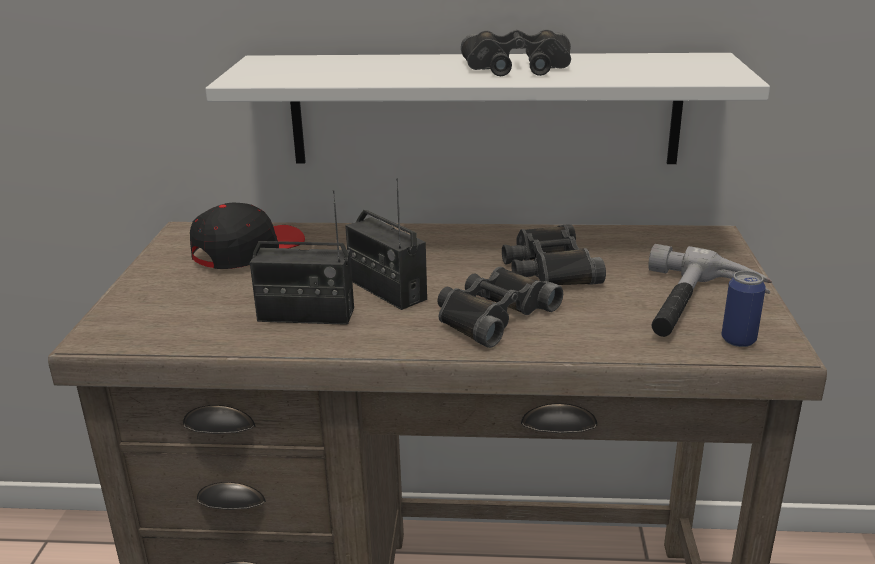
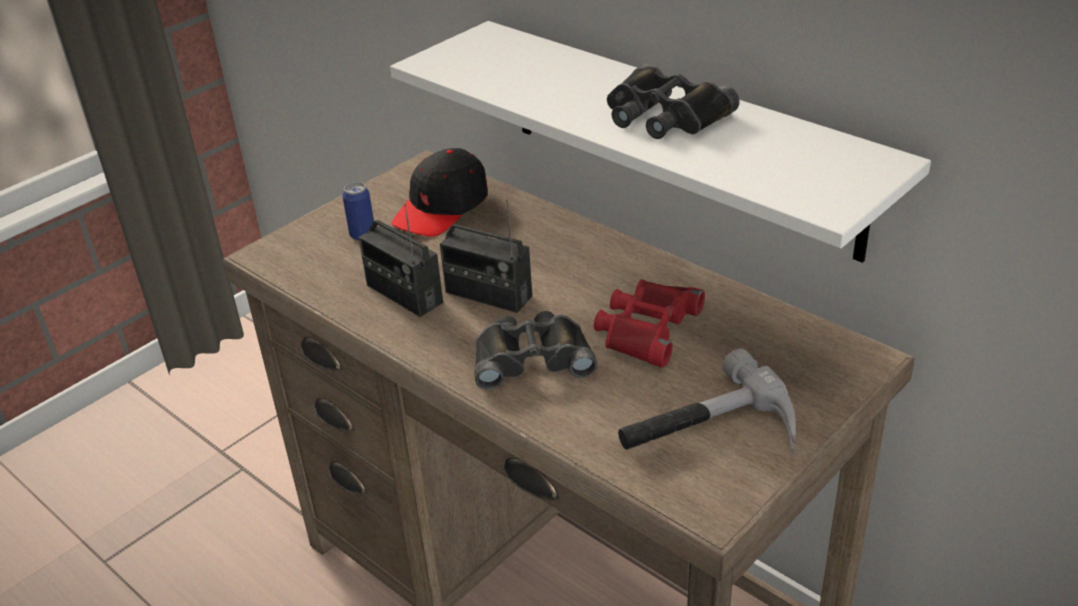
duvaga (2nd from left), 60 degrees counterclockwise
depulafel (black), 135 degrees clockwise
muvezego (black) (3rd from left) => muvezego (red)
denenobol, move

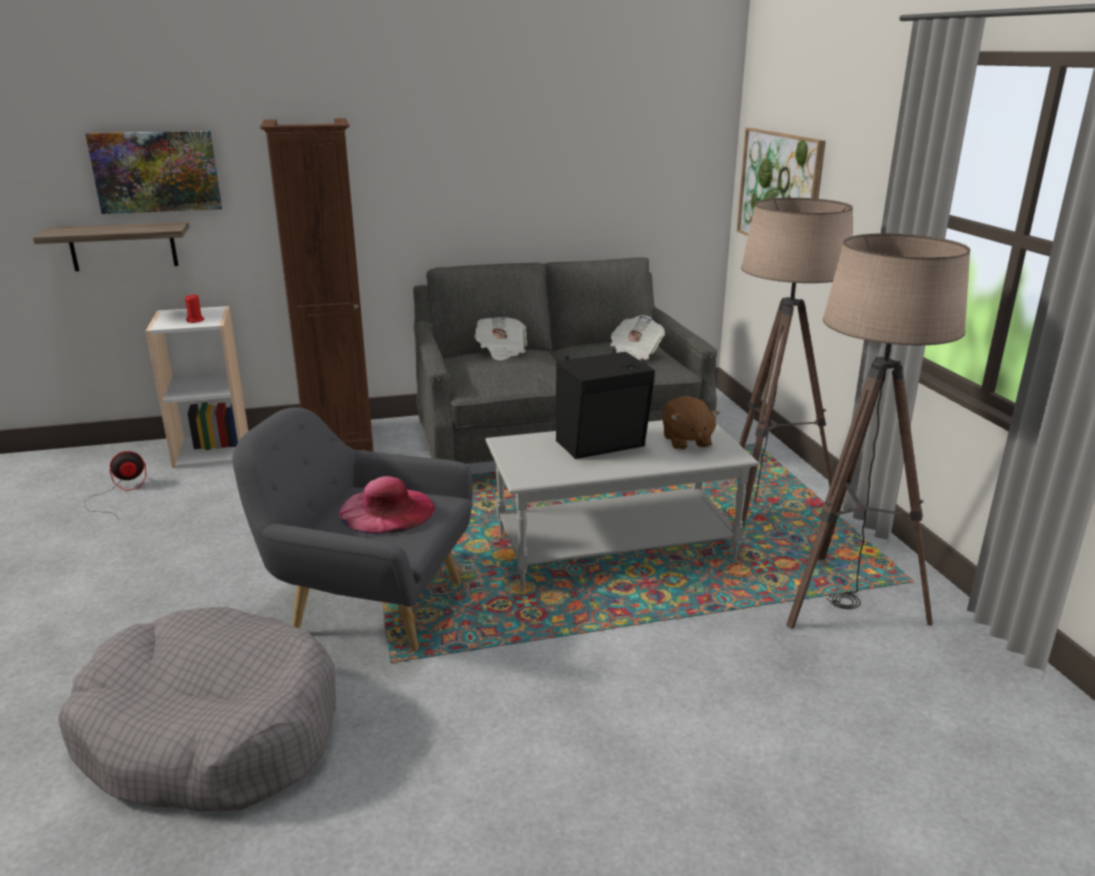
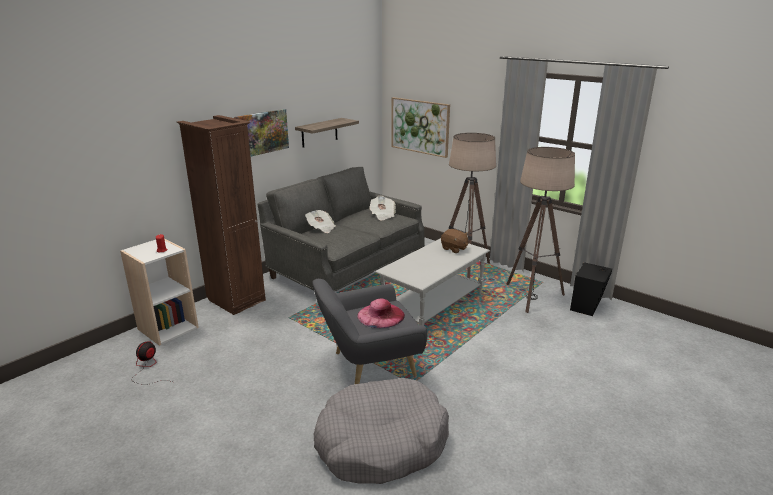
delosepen (1st from left), move
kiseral, move
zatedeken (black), move

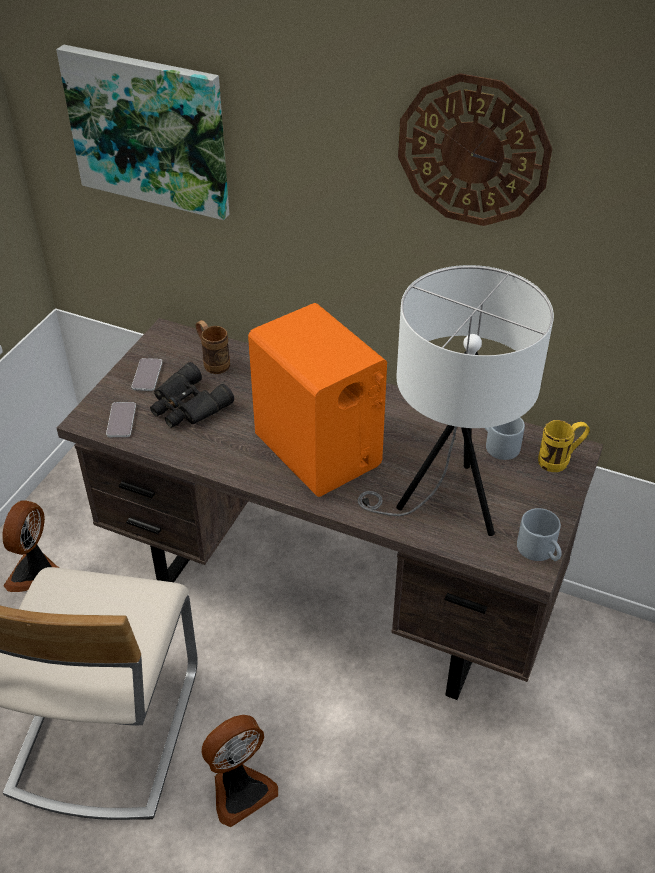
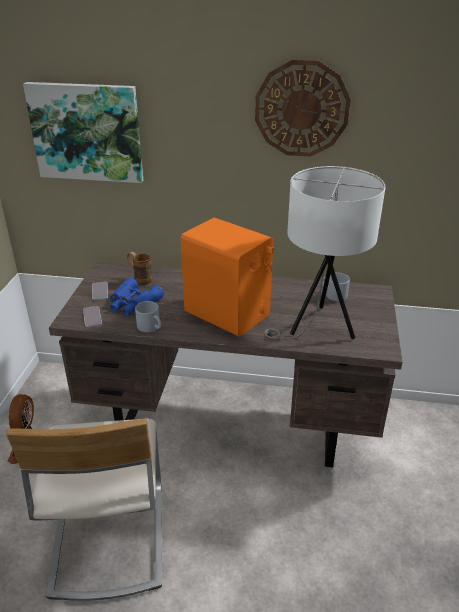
muvezego (black) => muvezego (blue)
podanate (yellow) => nothing
podanate (grey) (2nd from left in the first image) => podanate (grey) (1st from left), move
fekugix (2nd from left) => nothing

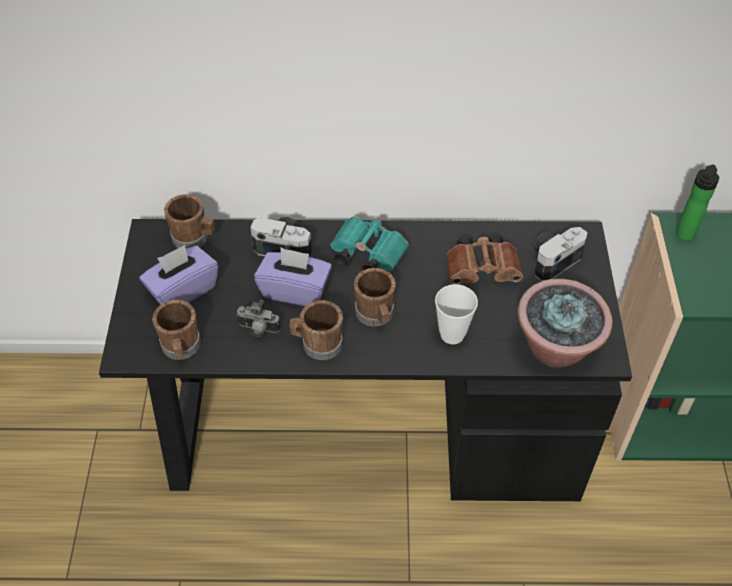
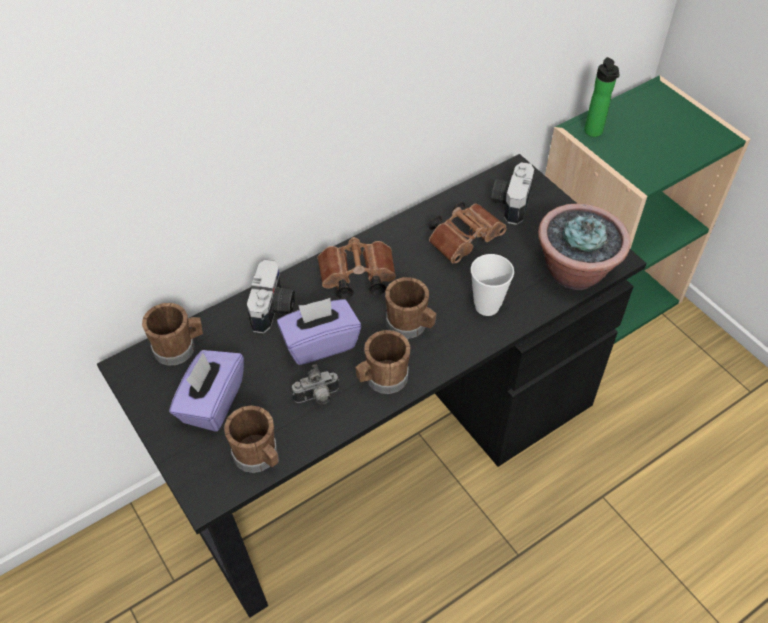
muvezego (turquoise) => muvezego (brown) (1st from left)
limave (2nd from left in the first image) => limave (1st from left), 120 degrees clockwise

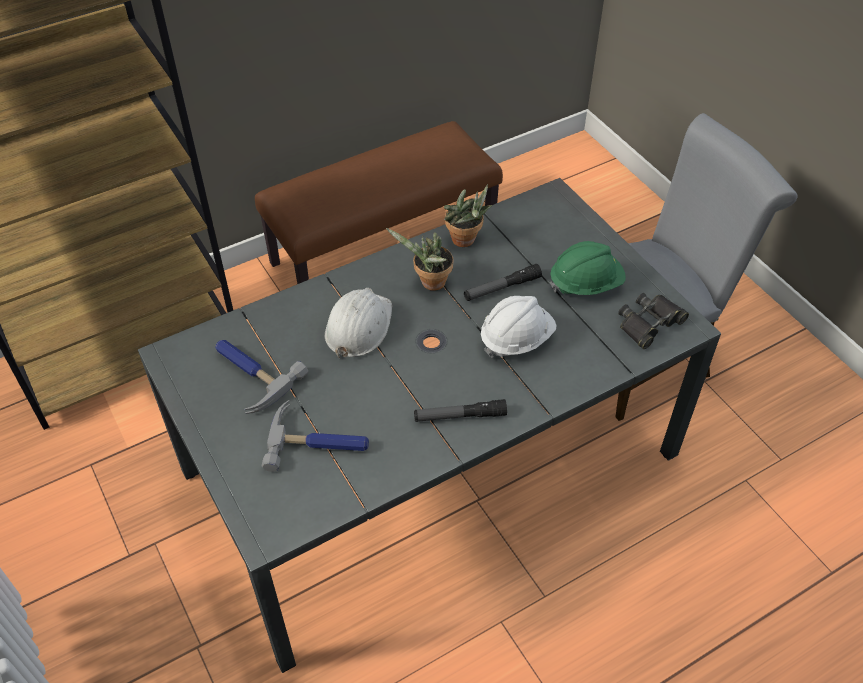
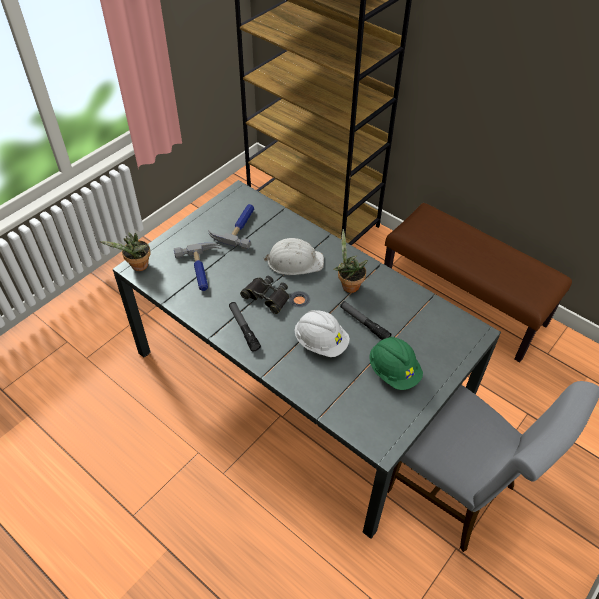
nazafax (2nd from left in the first image) => nazafax (1st from left), move
muvezego (black), move

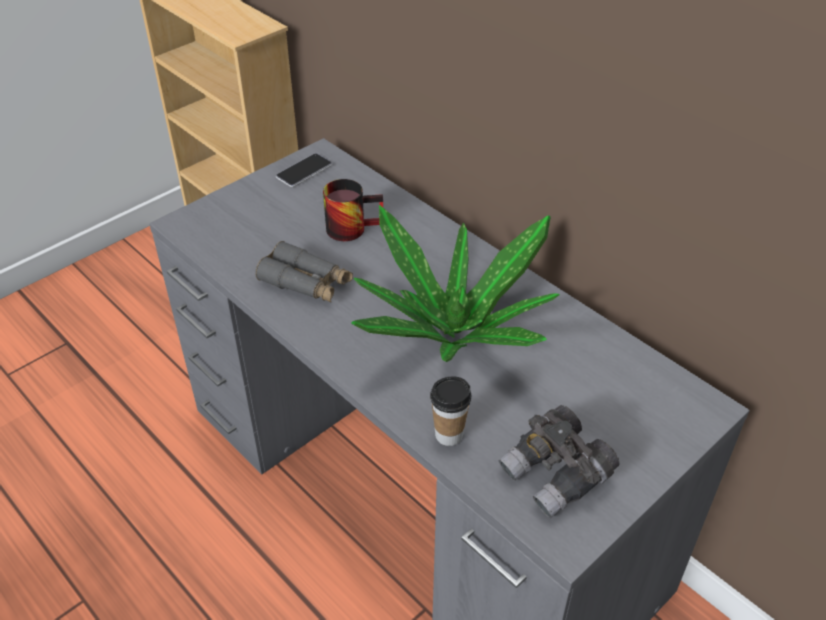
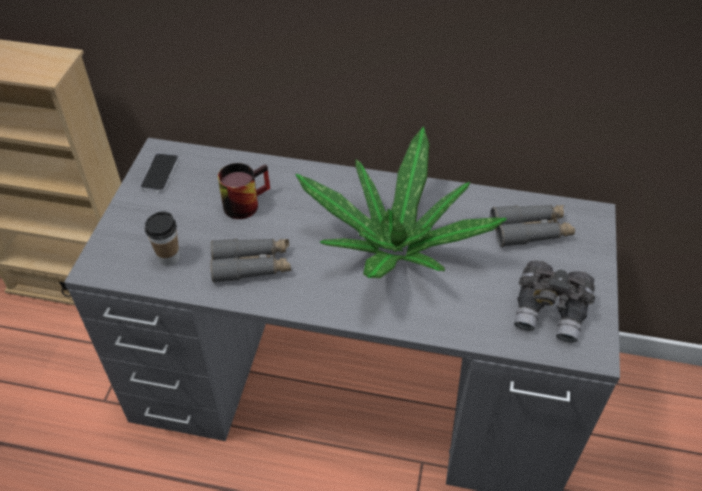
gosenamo, move
nothing => muvezego (grey) (2nd from left)

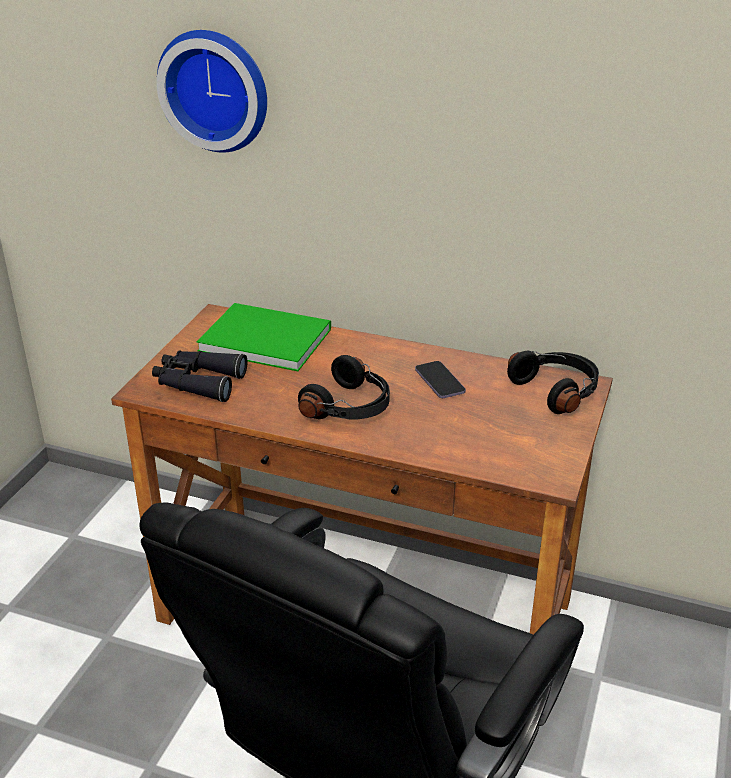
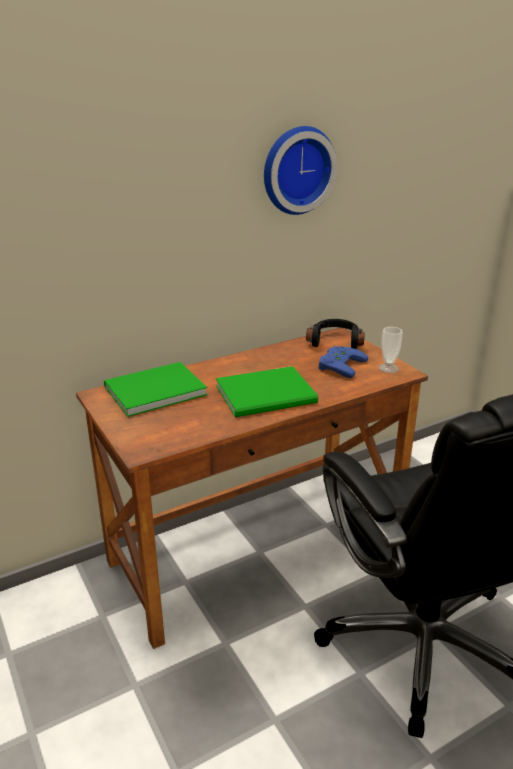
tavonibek, move
muvezego (black) => nothing
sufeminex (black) (1st from left) => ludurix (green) (2nd from left)
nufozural => nothing
nothing => gosenamo
nothing => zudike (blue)

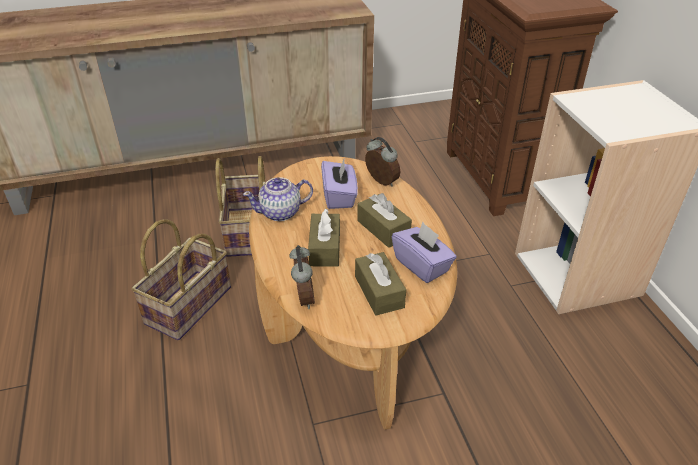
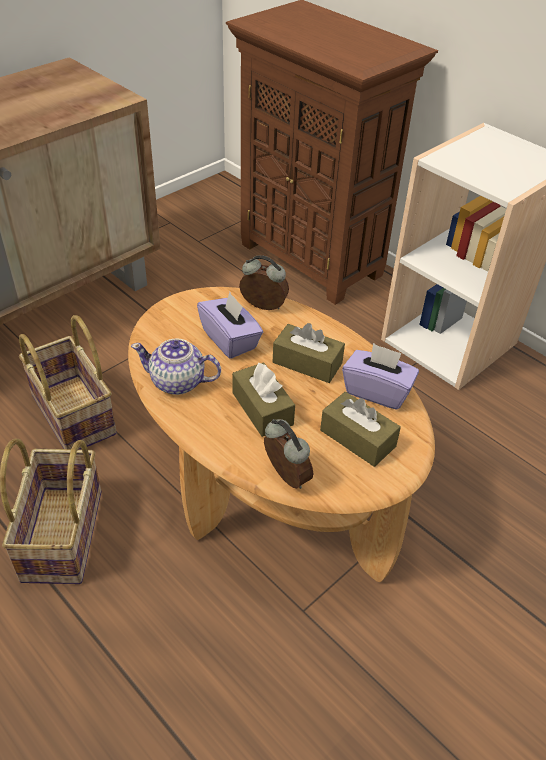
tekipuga, 60 degrees clockwise

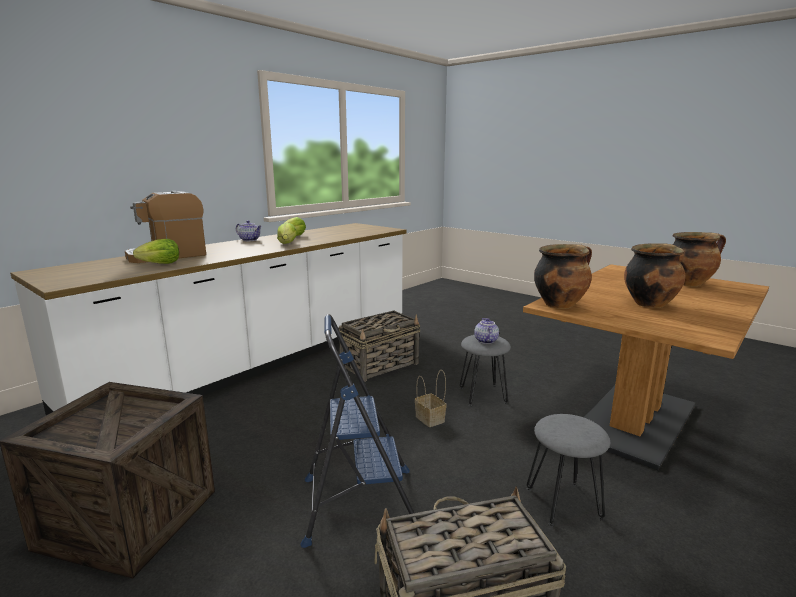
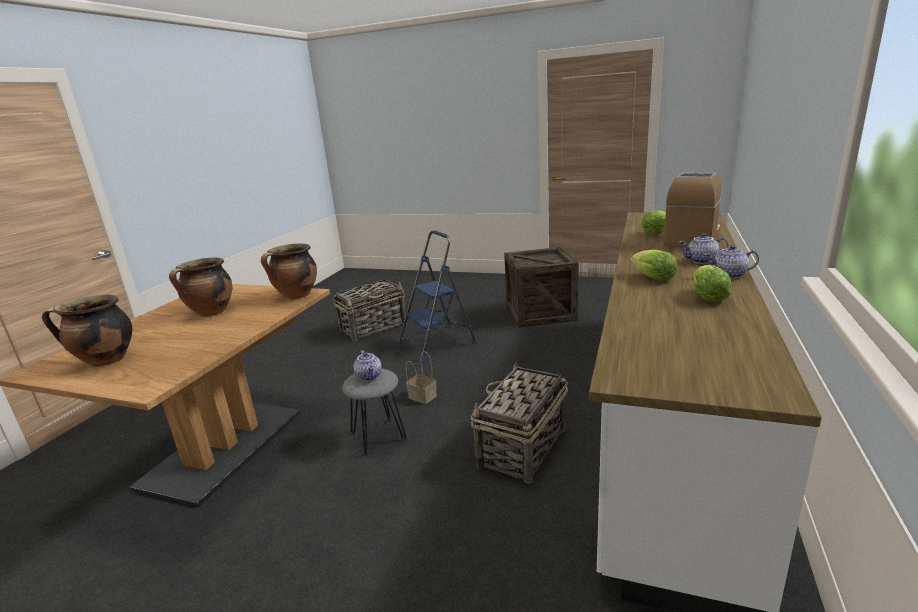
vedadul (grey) (2nd from left) => nothing
nothing => tekipuga (2nd from left)

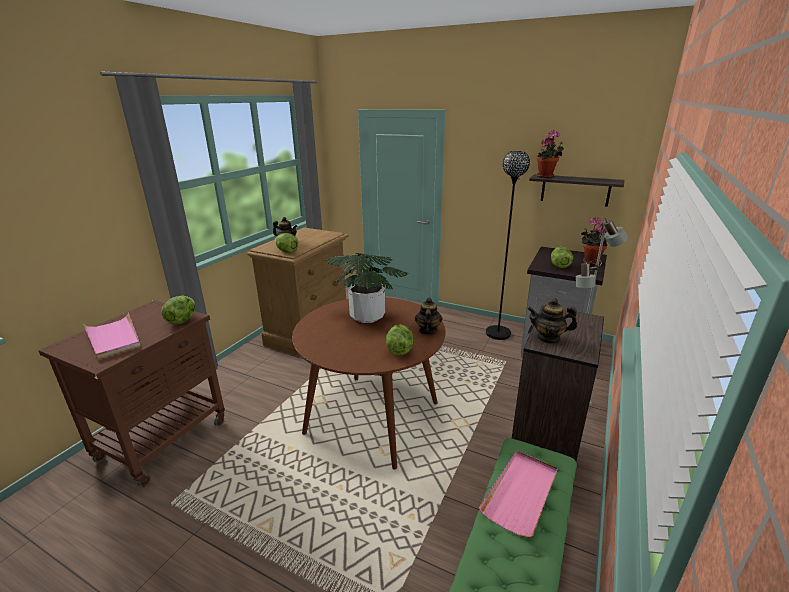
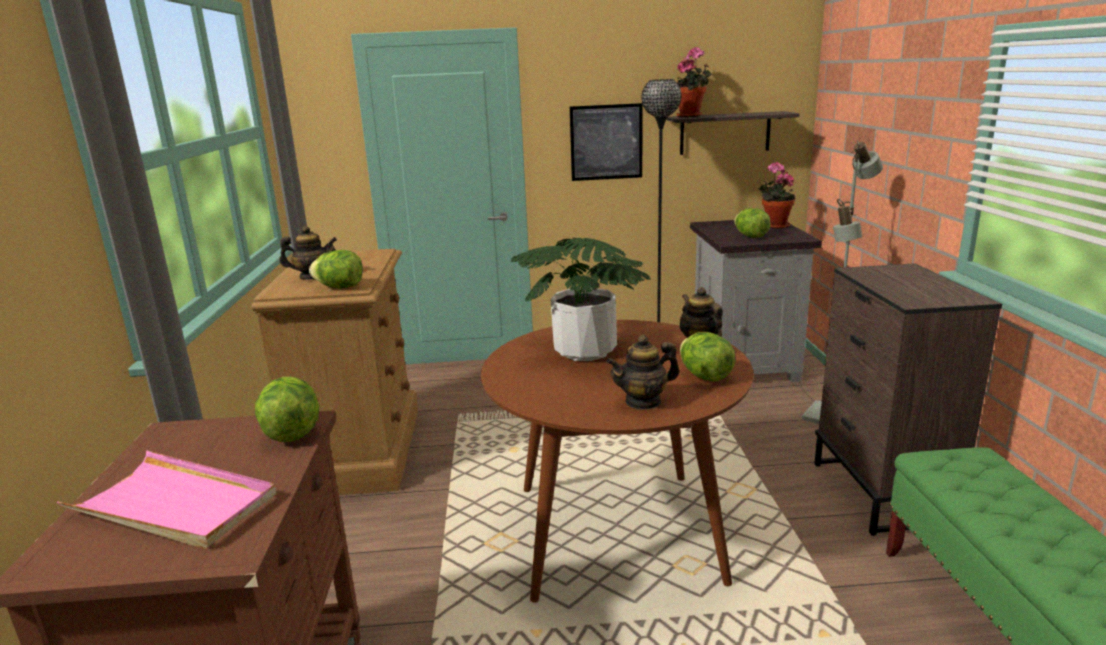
tekipuga (3rd from left in the first image) => tekipuga (2nd from left), move
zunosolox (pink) (2nd from left) => nothing
nothing => delosepen

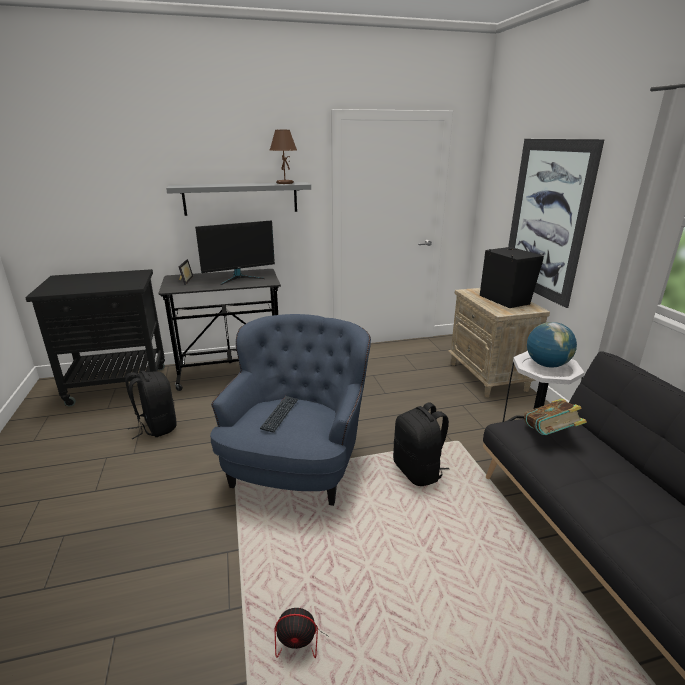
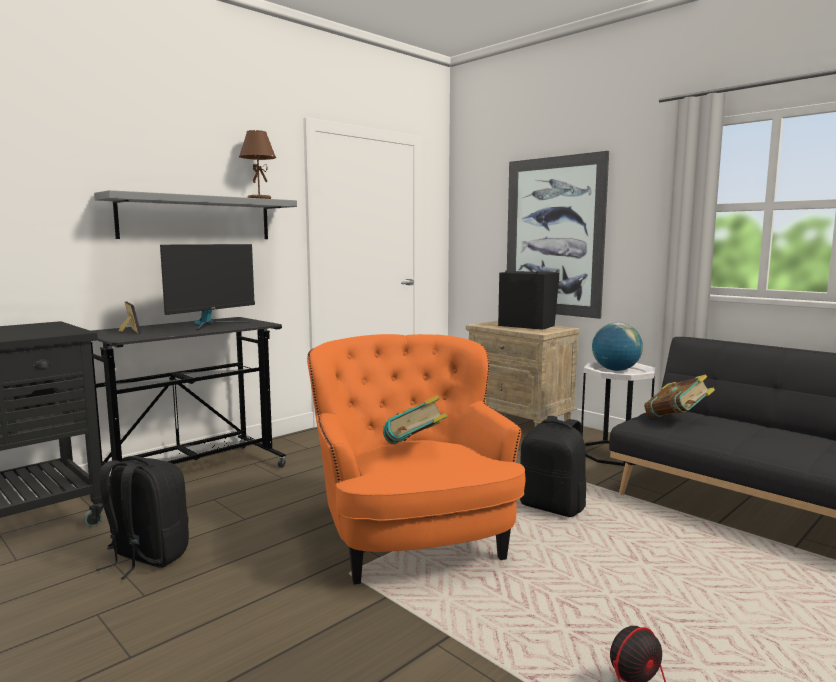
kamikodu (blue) => kamikodu (orange)
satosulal => ludurix (1st from left)

